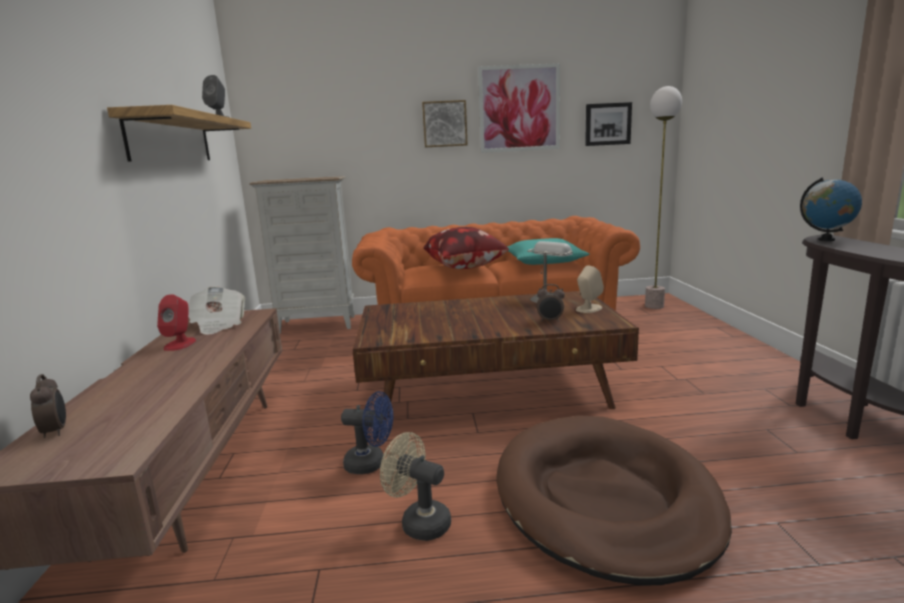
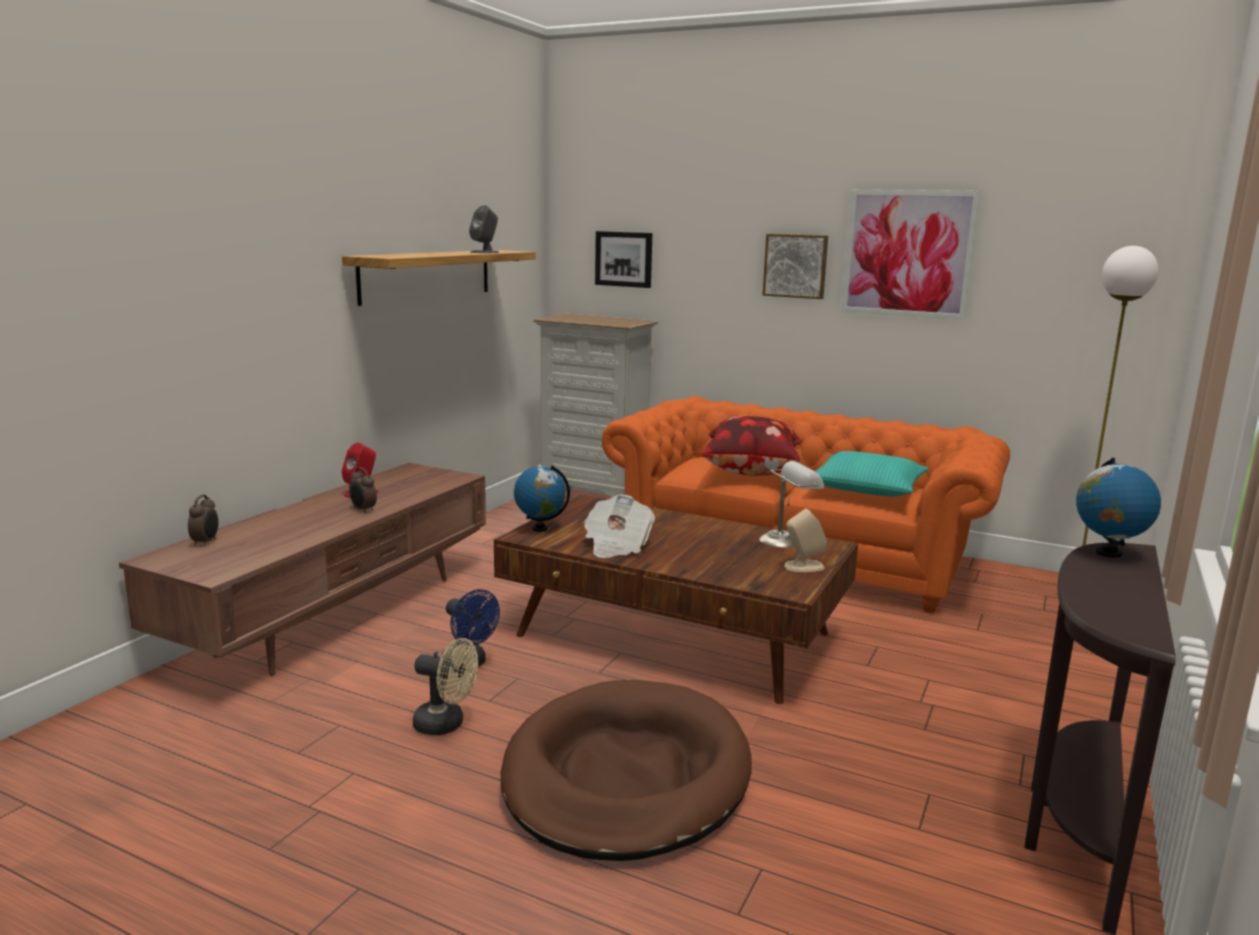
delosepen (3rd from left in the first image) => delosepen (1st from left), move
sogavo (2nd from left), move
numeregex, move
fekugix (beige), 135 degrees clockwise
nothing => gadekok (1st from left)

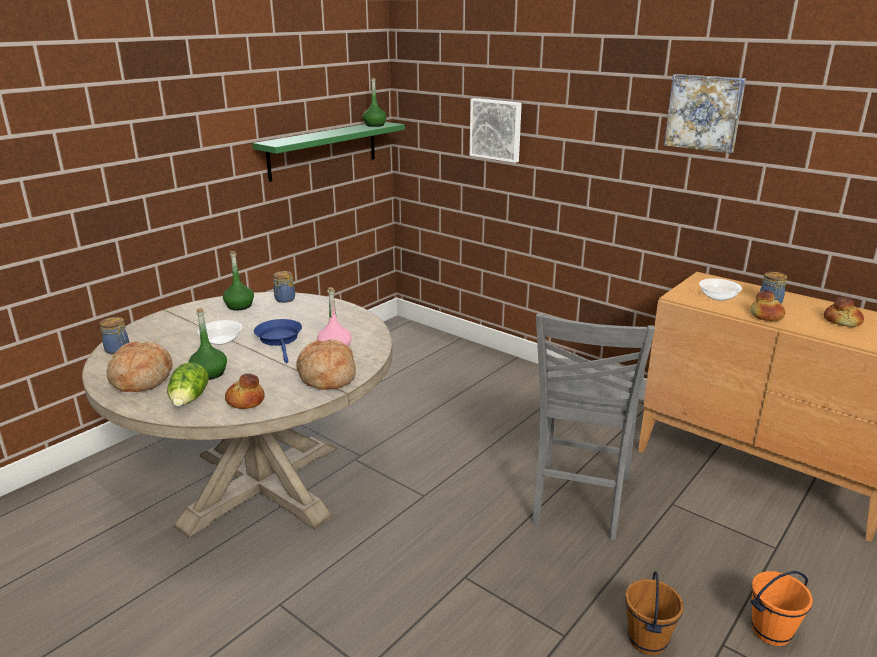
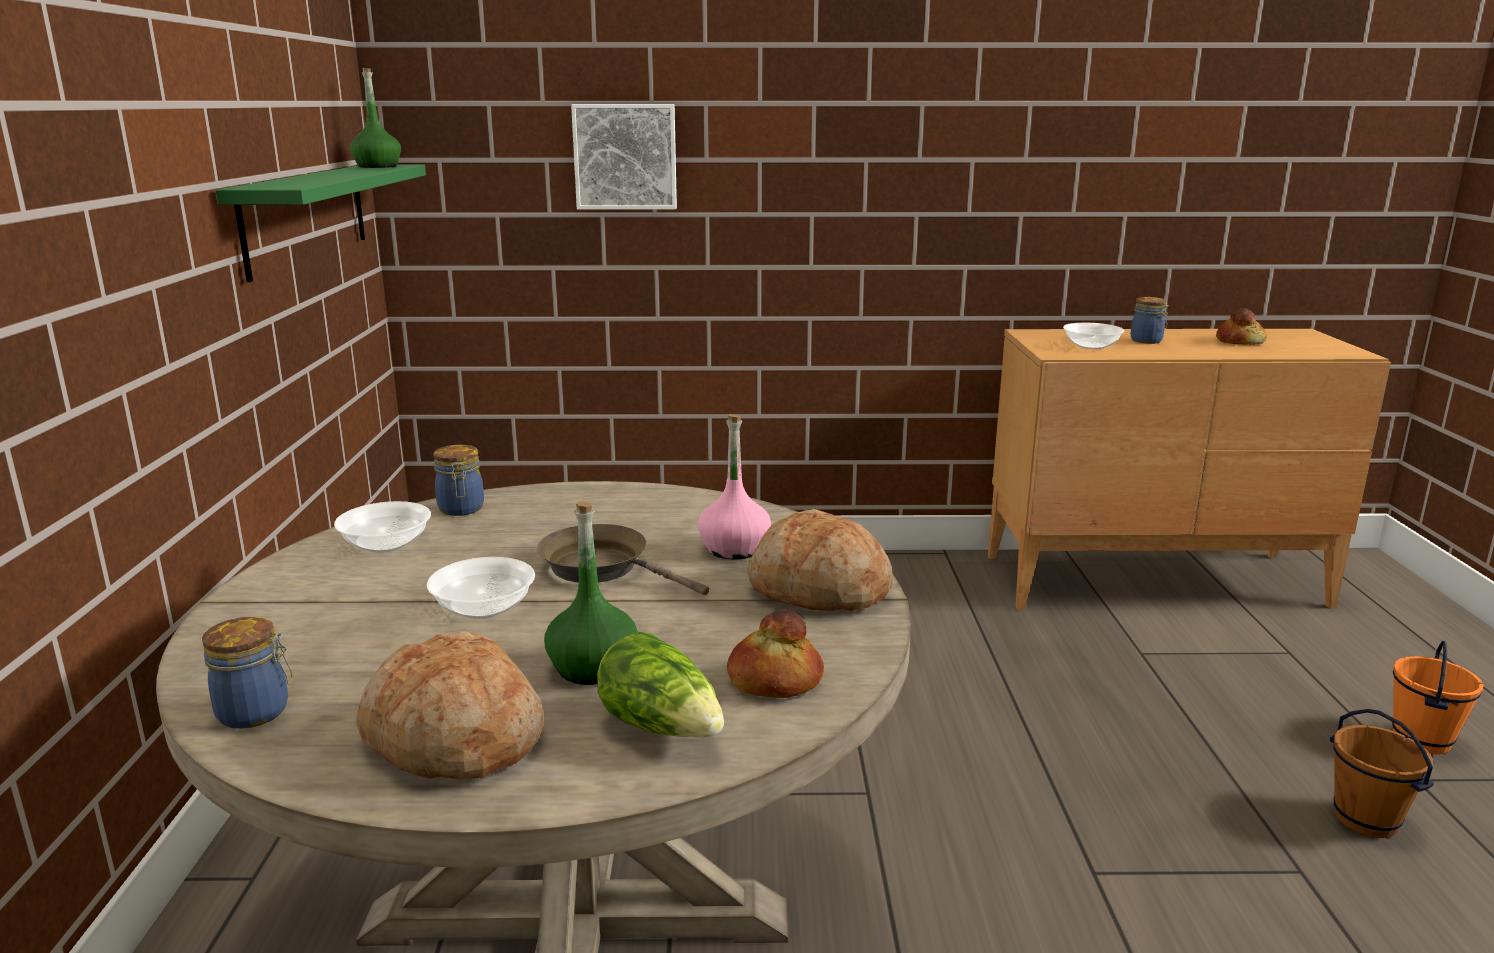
delosepen (2nd from left) => nothing
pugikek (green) (2nd from left) => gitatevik (1st from left)
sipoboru (4th from left) => nothing
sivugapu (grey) => nothing
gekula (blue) => gekula (brown)

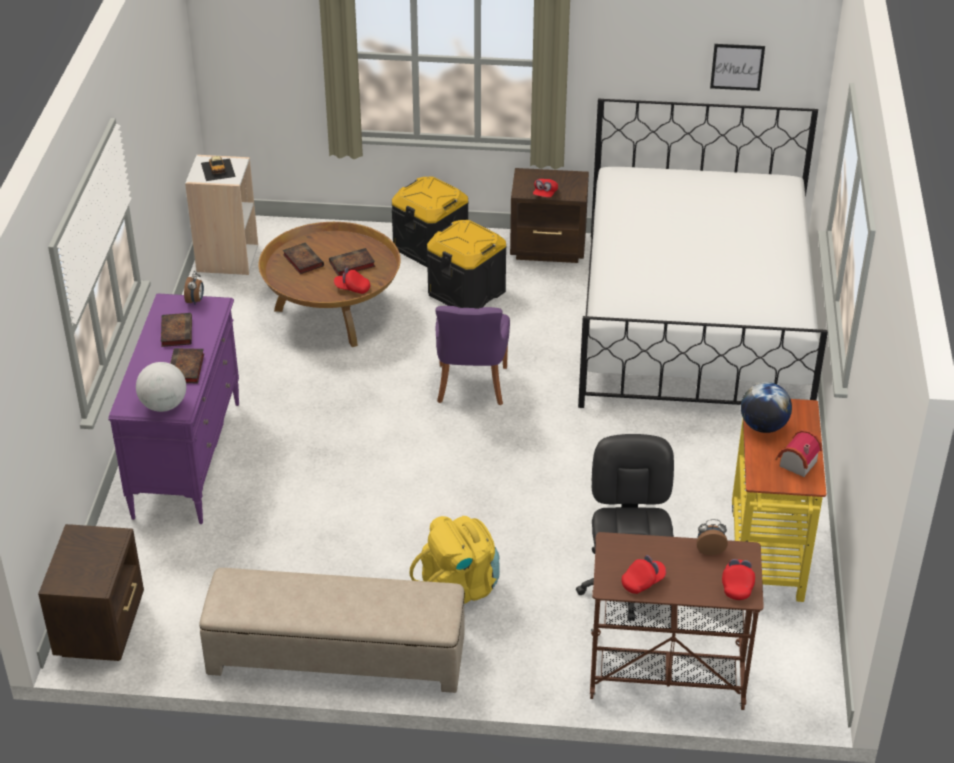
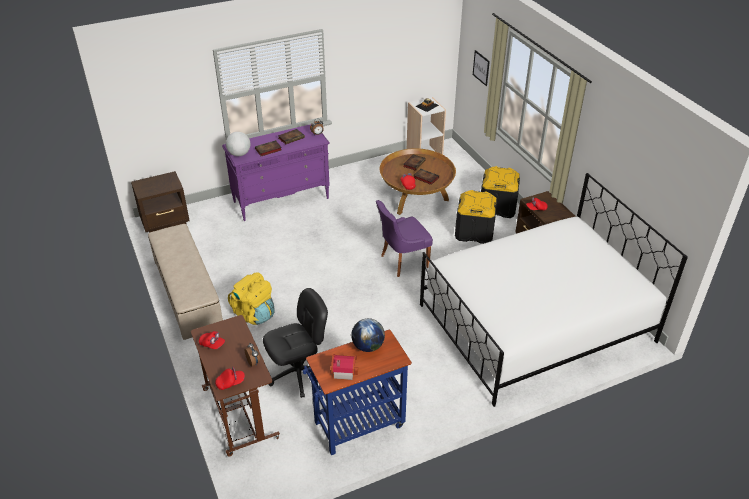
delosepen, move
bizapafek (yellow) => bizapafek (blue)

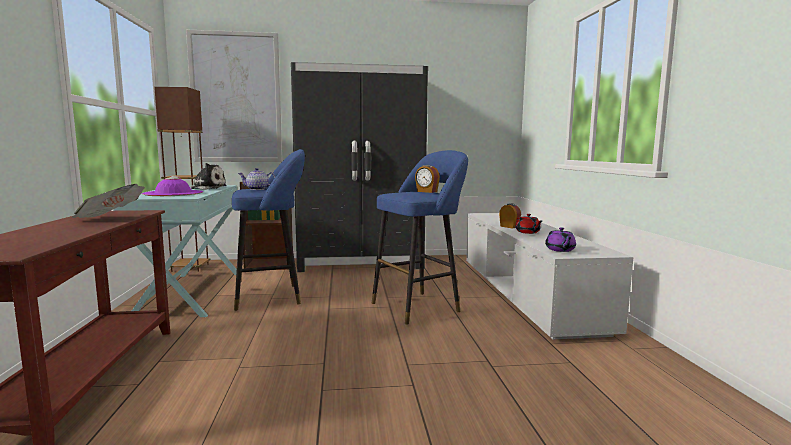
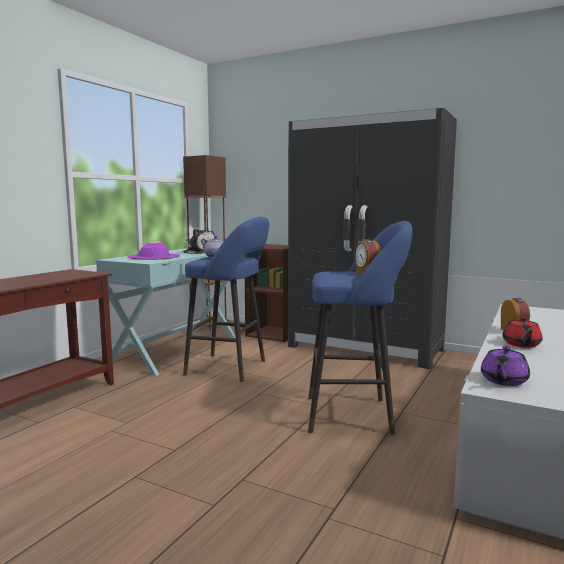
delosepen => nothing
numeregex => nothing

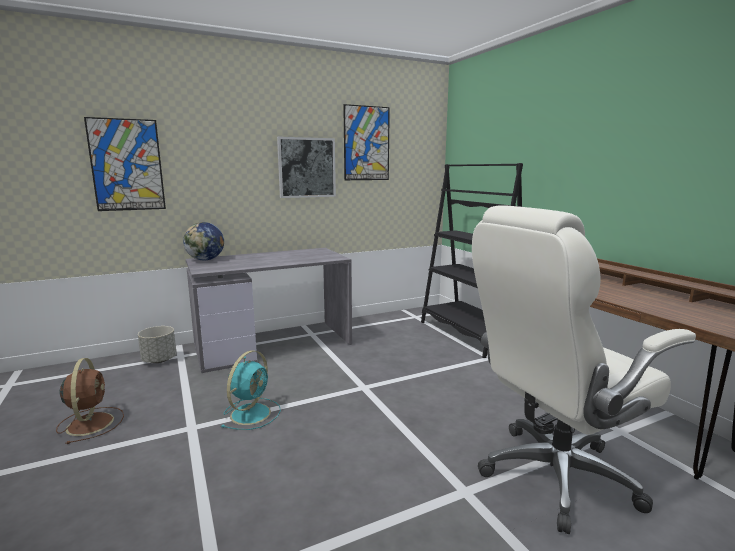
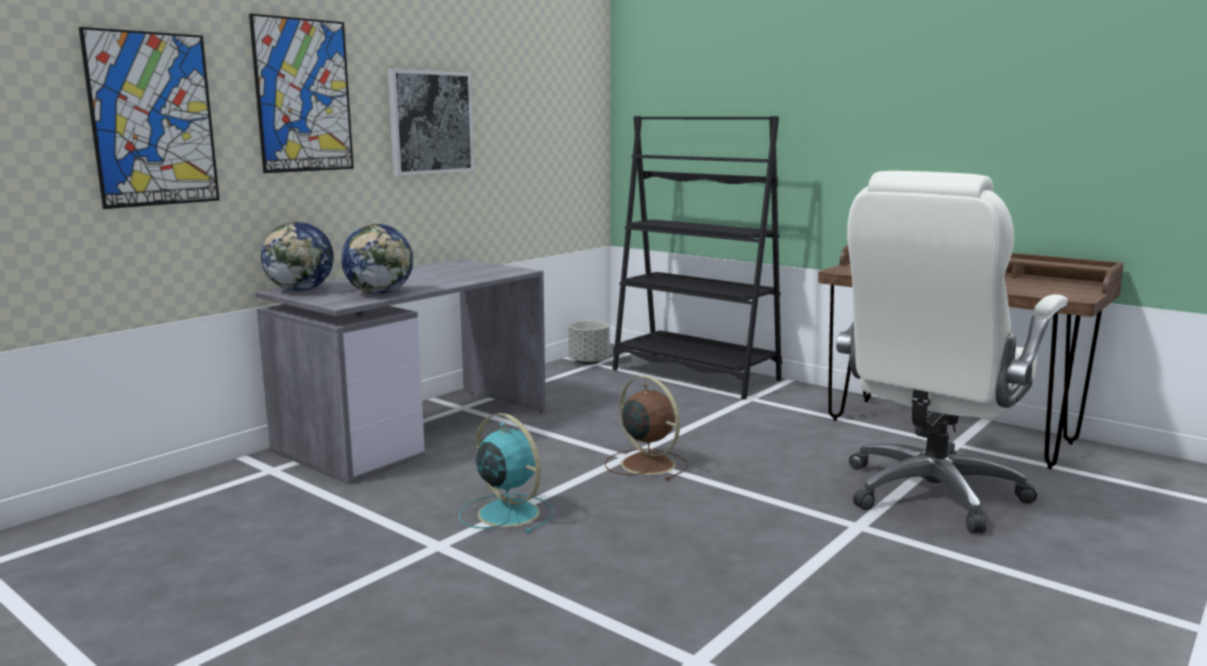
delosepen (3rd from left in the first image) => delosepen (2nd from left), move
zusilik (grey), move
fekugix (turquoise), 45 degrees counterclockwise
fekugix (brown), move
nothing => gadekok (2nd from left)

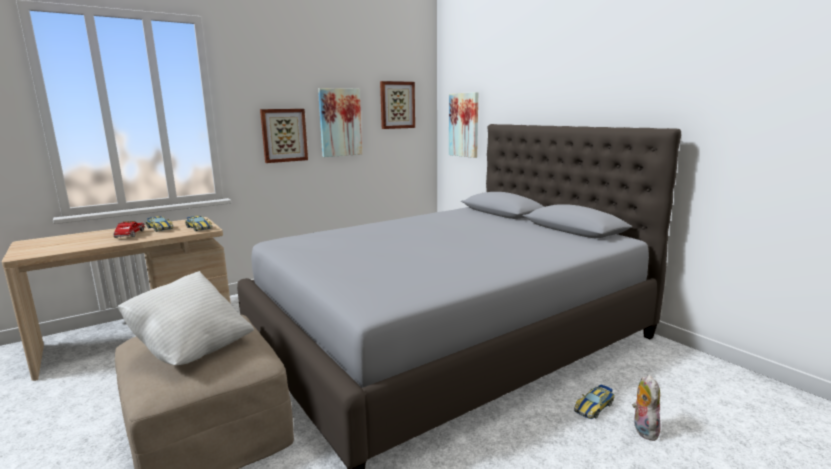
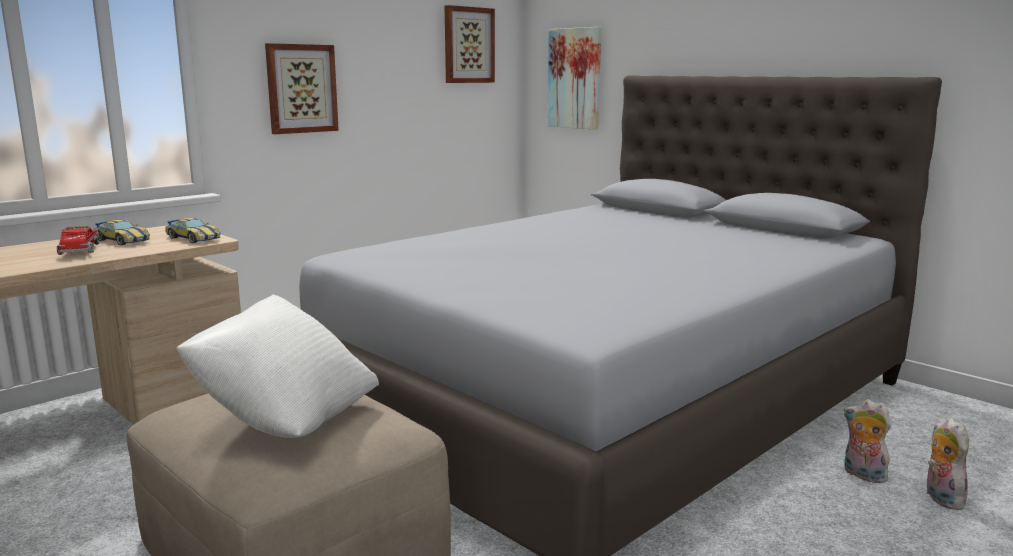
delosepen (2nd from left) => nothing
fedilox (3rd from left) => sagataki (1st from left)

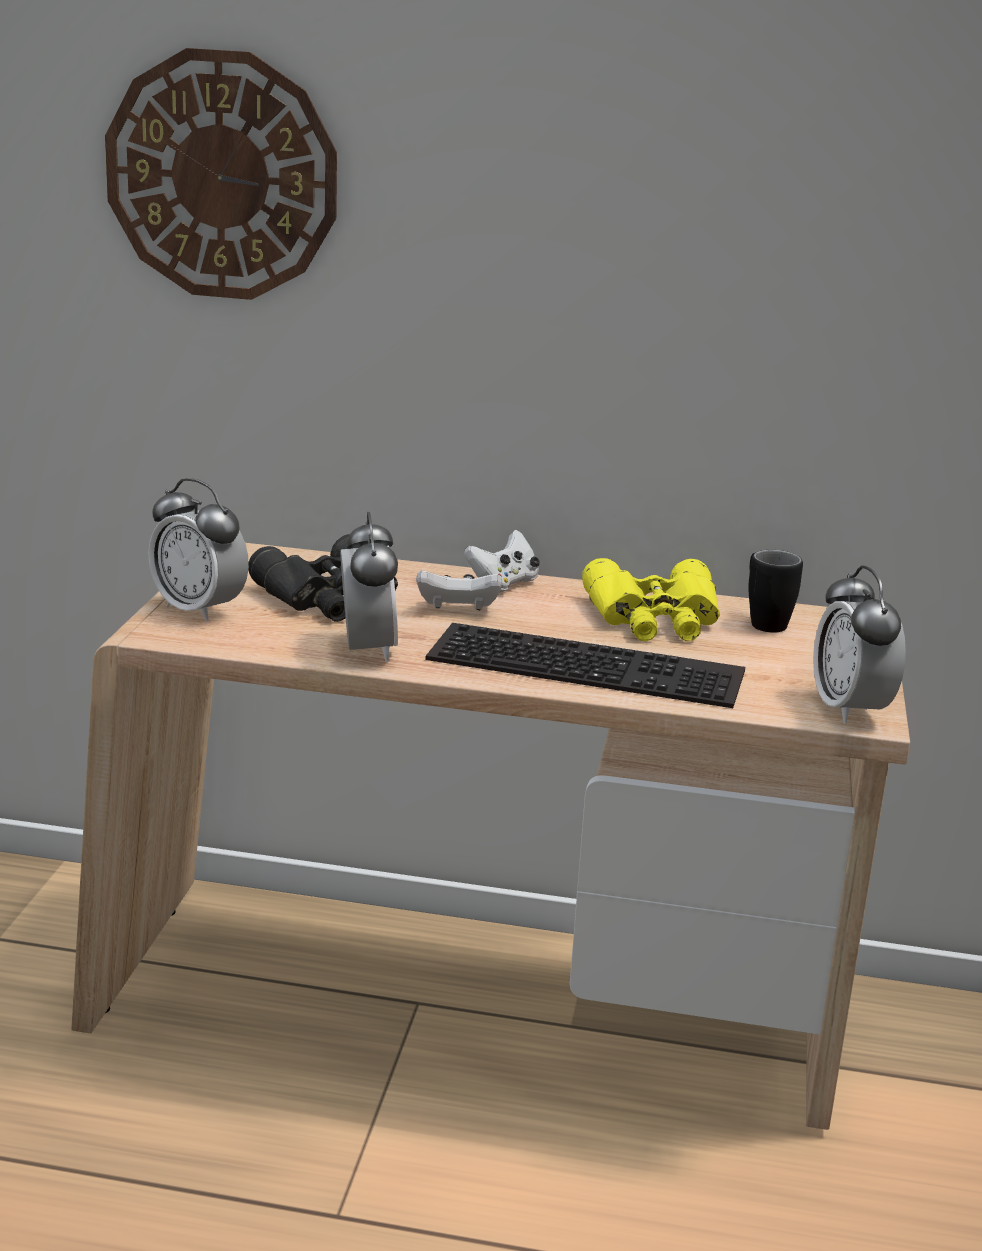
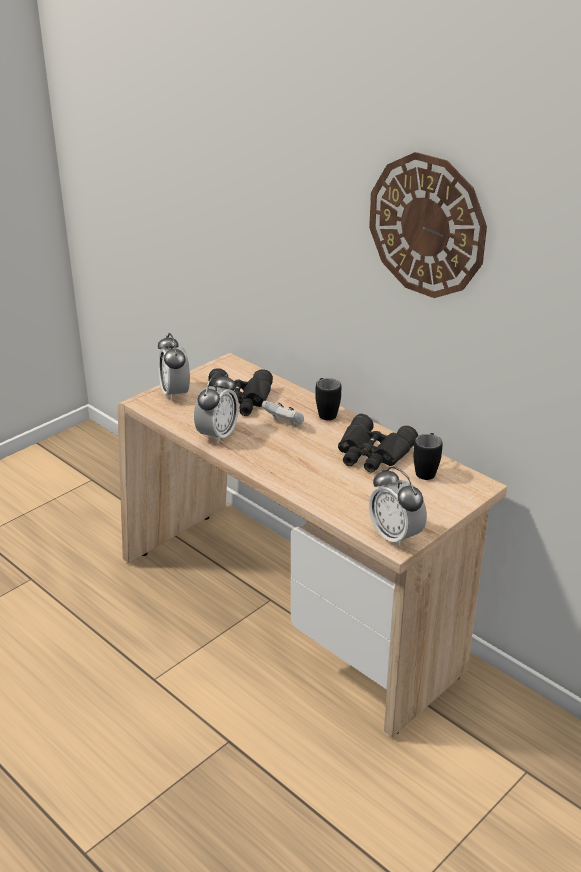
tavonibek, move
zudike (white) (2nd from left) => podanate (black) (1st from left)
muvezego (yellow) => muvezego (black) (2nd from left)
sogavo (3rd from left), 60 degrees counterclockwise
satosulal => nothing

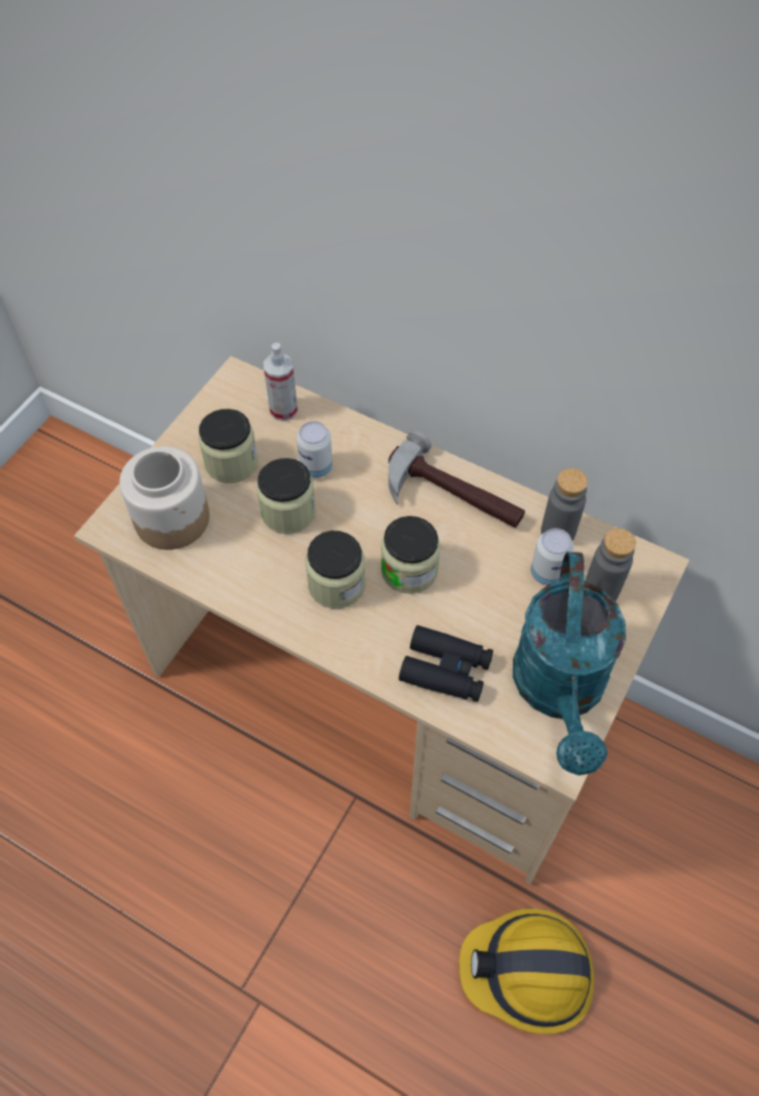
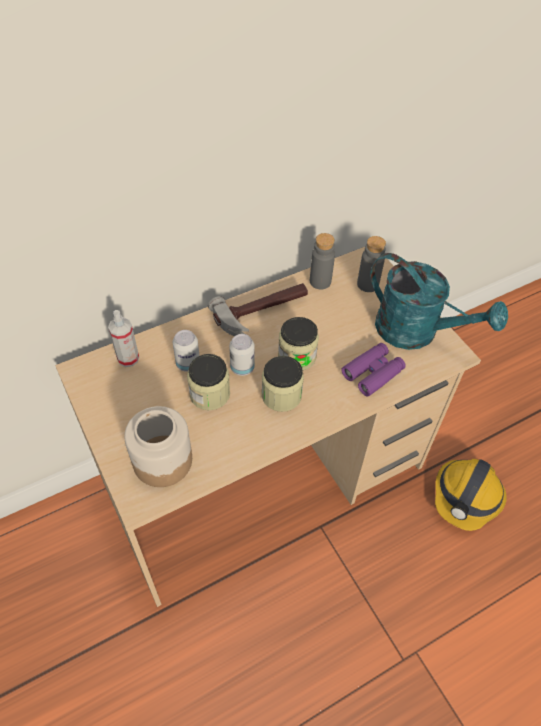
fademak (2nd from left) => nothing
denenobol (2nd from left), move
muvezego (black) => muvezego (purple)

